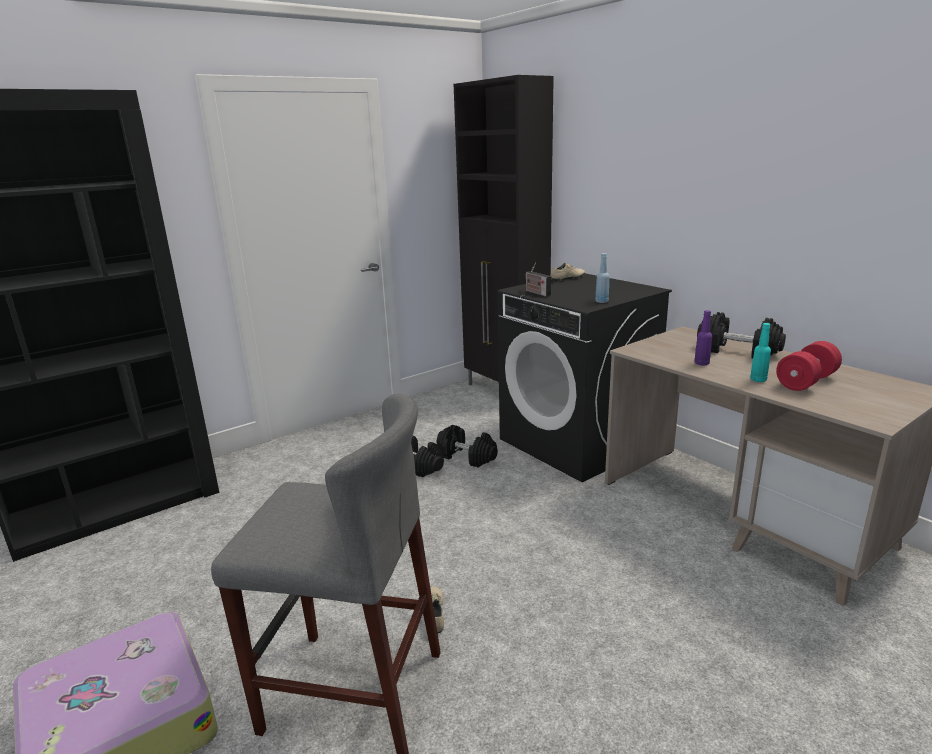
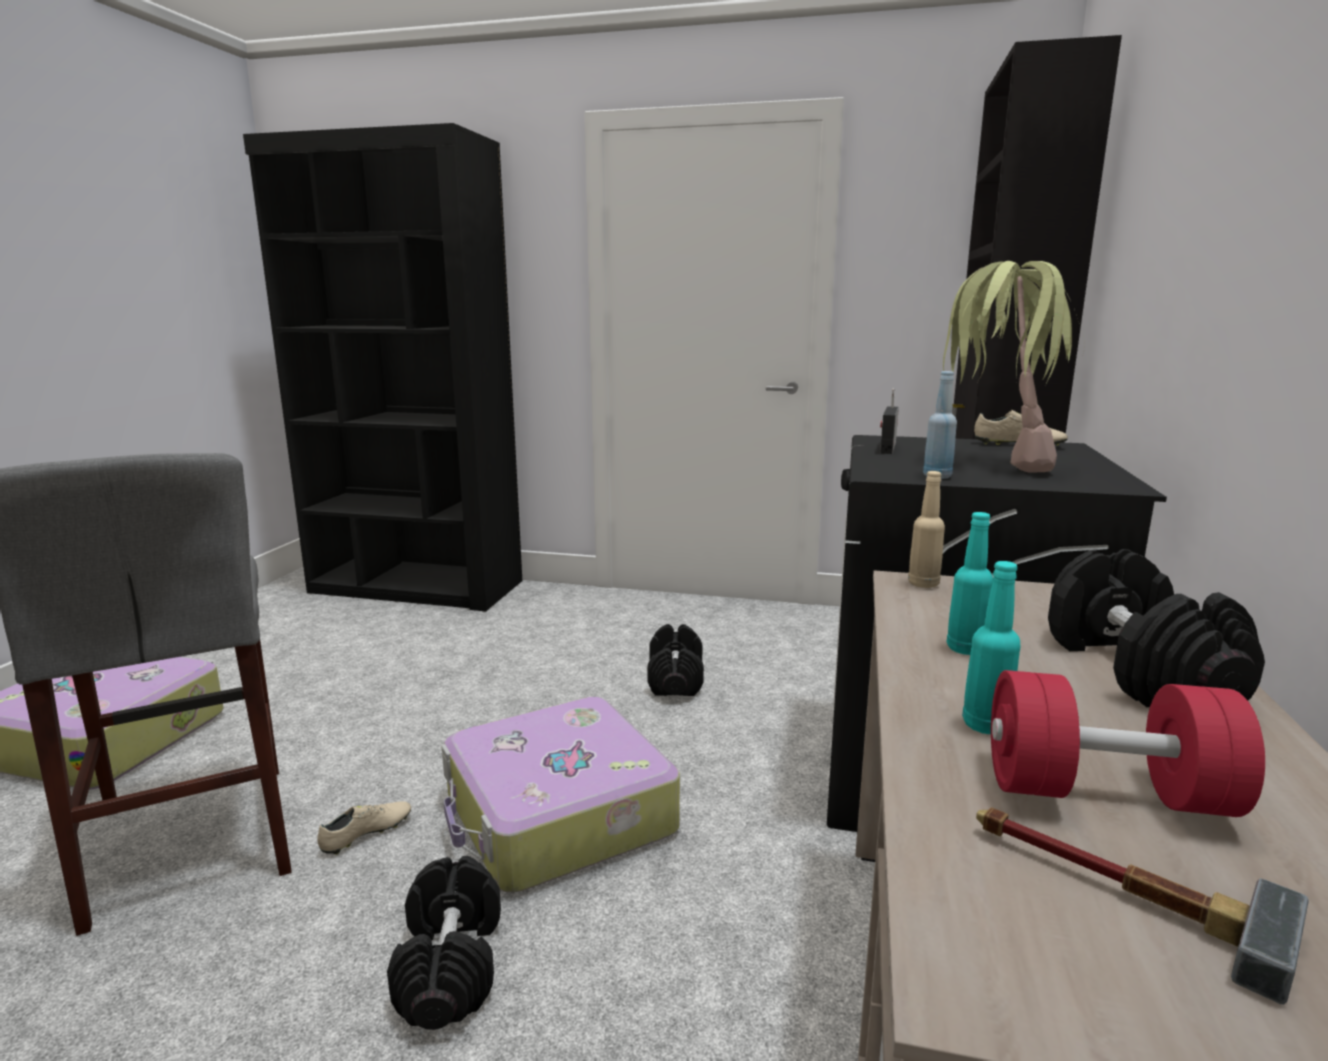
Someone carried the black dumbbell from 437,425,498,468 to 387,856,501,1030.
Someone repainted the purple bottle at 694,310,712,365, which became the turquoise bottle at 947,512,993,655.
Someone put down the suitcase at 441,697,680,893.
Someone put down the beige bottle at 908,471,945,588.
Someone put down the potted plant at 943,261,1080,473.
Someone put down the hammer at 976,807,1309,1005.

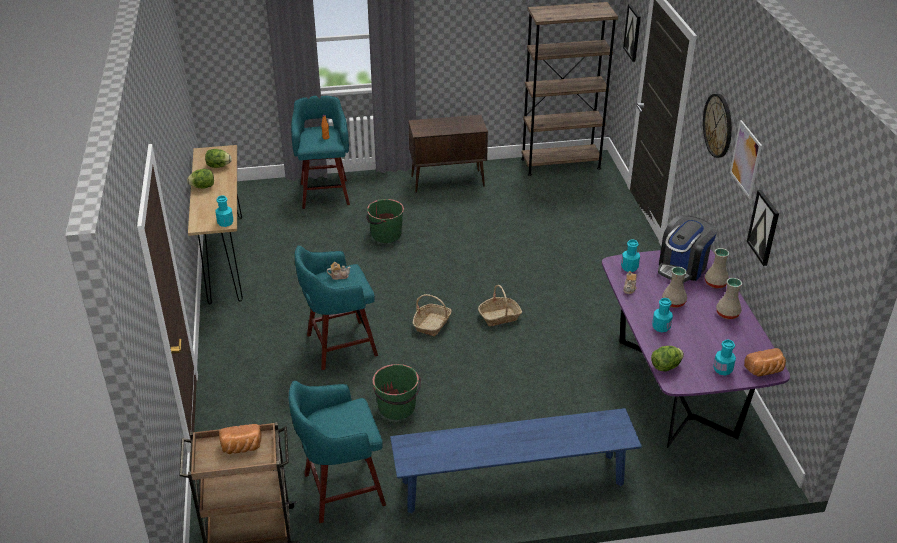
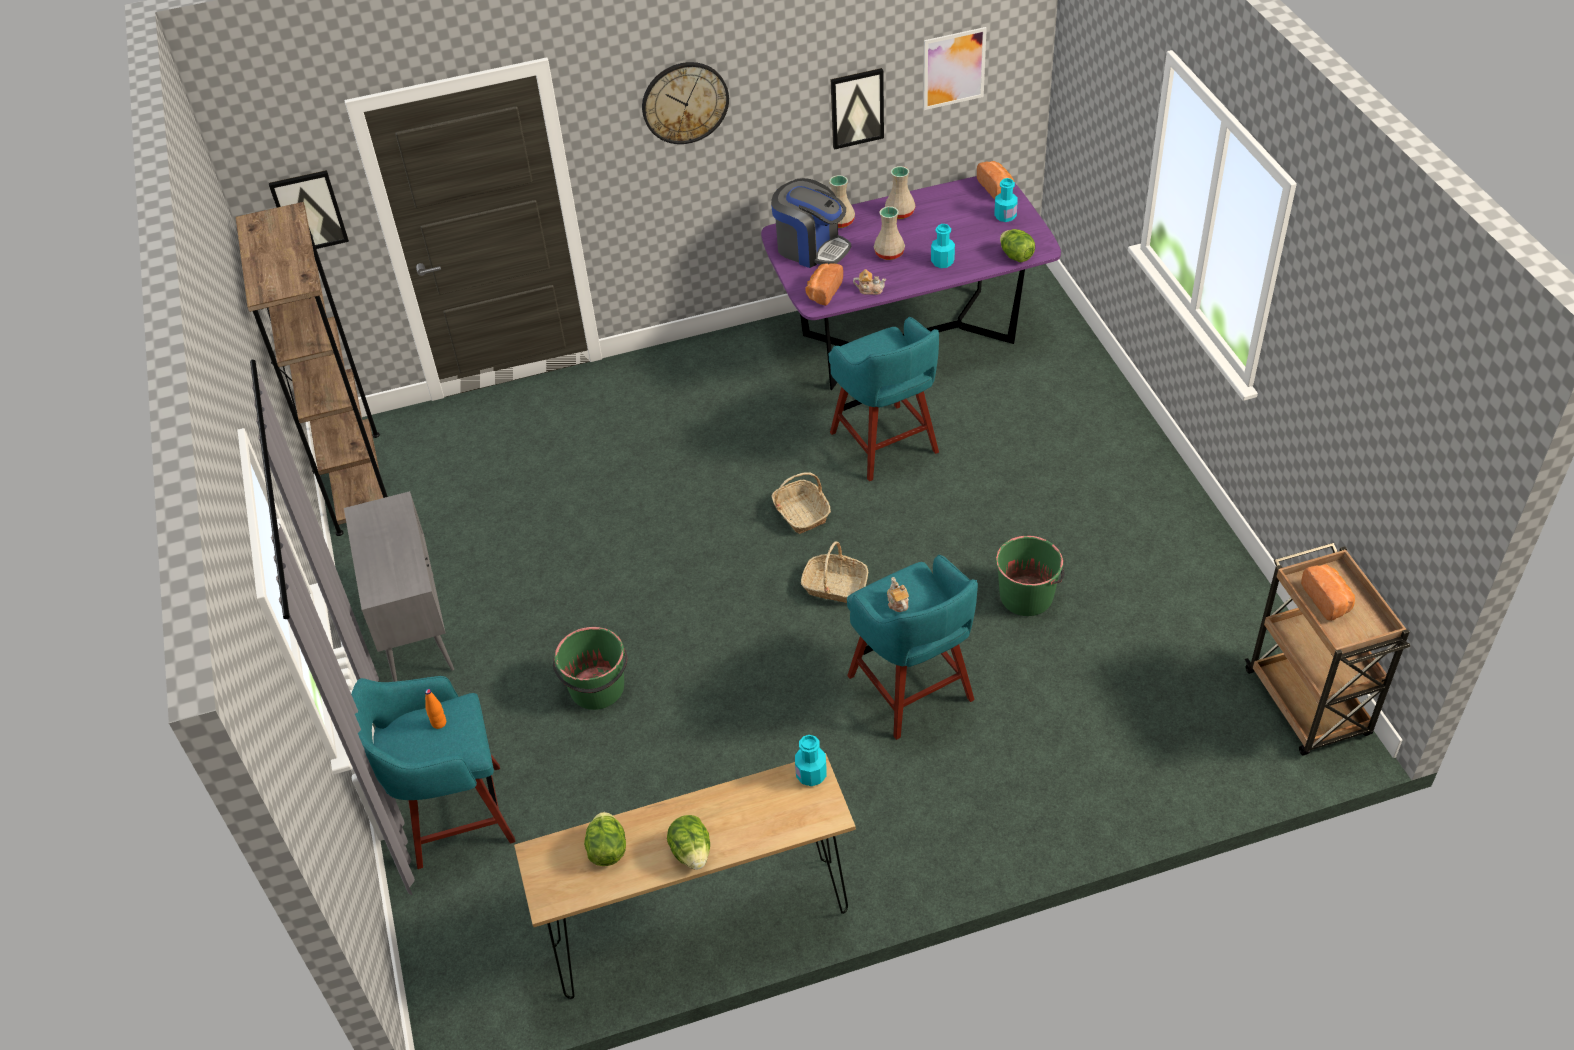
Someone carried the turquoise stool from 289,381,386,523 to 829,317,939,481.
Someone took away the blue bench at 390,408,642,514.
Someone repainted the brown cabinet at 408,115,488,193, which became the grey cabinet at 344,491,454,682.
Someone swapped the turquoise bottle at 621,239,640,272 for the bread at 805,263,843,306.
Someone carried the picture from 730,120,762,199 to 923,27,987,110.

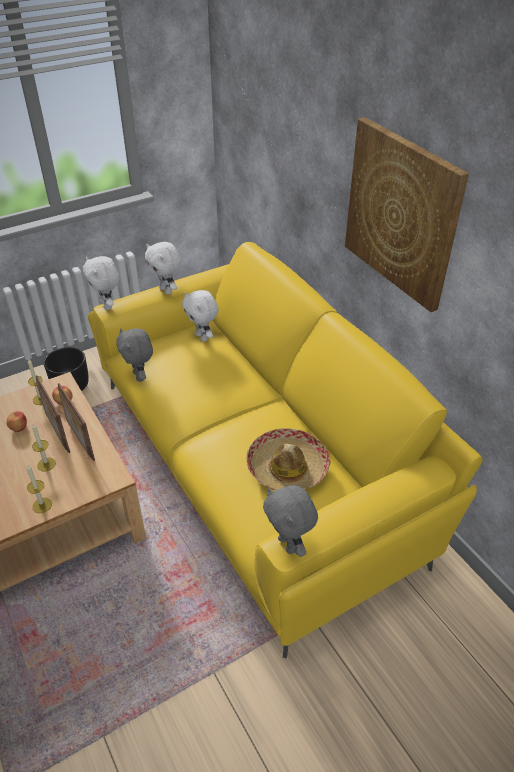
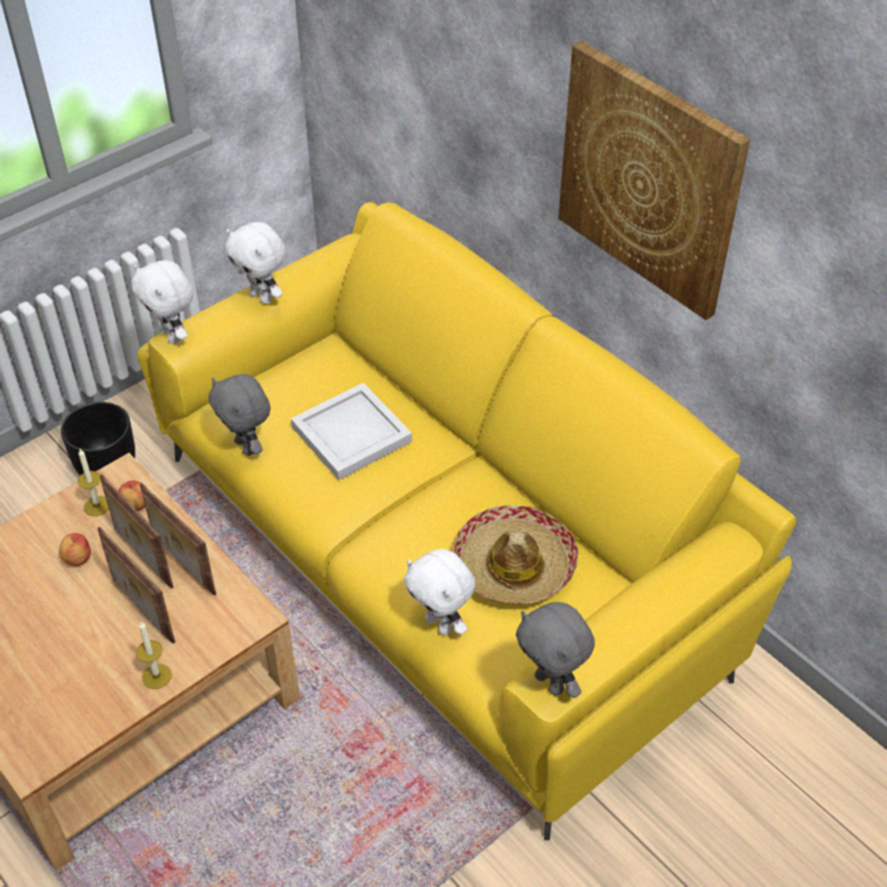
Someone swapped the candle at 32,424,56,471 for the picture frame at 98,527,175,644.
Someone carried the white plush toy from 182,290,219,342 to 404,549,475,635.
Someone put down the white tray at 291,383,412,480.

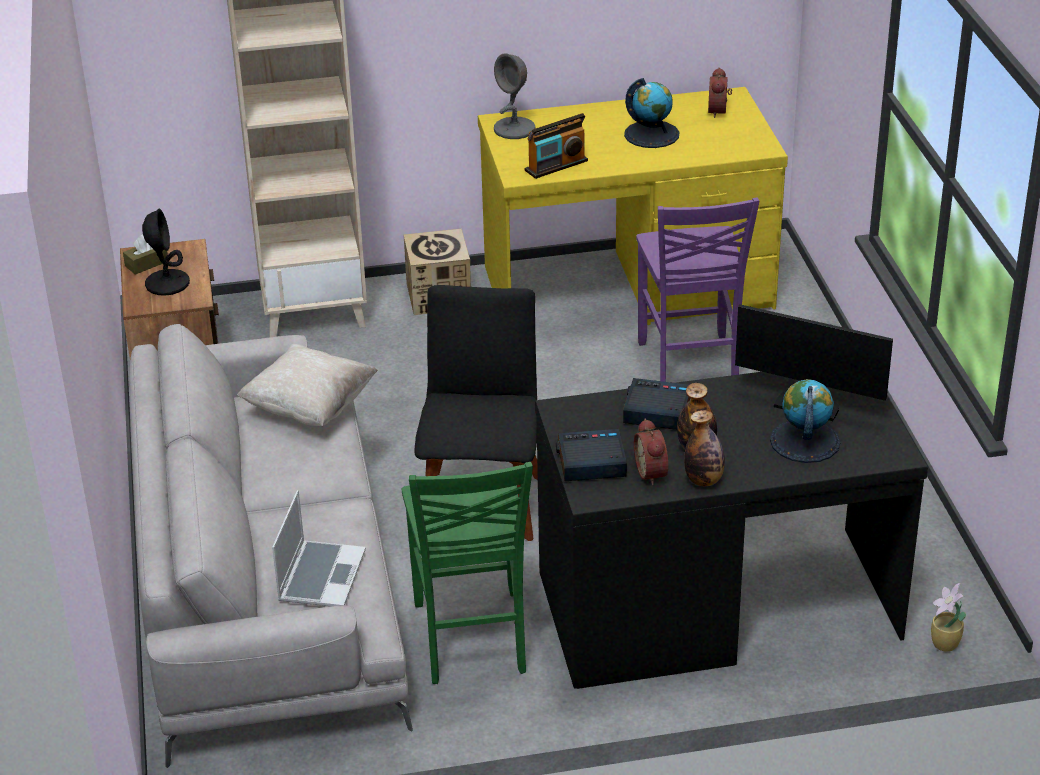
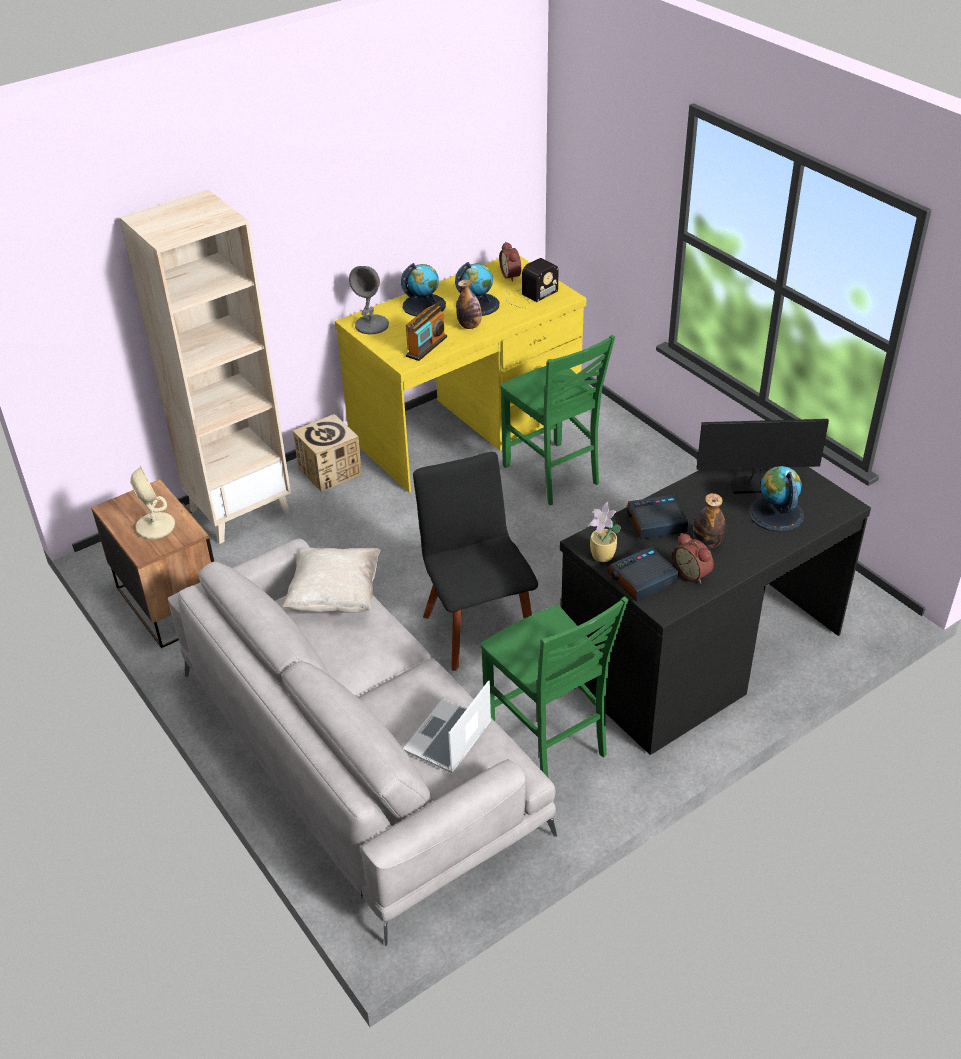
Someone took away the brown tissue box at 123,235,168,275.
Someone repainted the black table lamp at 142,209,190,296, which became the beige table lamp at 130,466,175,539.
Someone rotated the laptop at 272,490,366,607 by 135 degrees counterclockwise.
Someone repainted the purple chair at 636,198,759,382, which became the green chair at 500,335,615,505.
Someone carried the bottle from 684,410,725,486 to 456,279,482,329.
Someone carried the potted plant from 931,583,966,652 to 589,502,621,562.
Someone put down the globe at 401,263,446,316.
Someone put down the radio at 506,258,559,308.

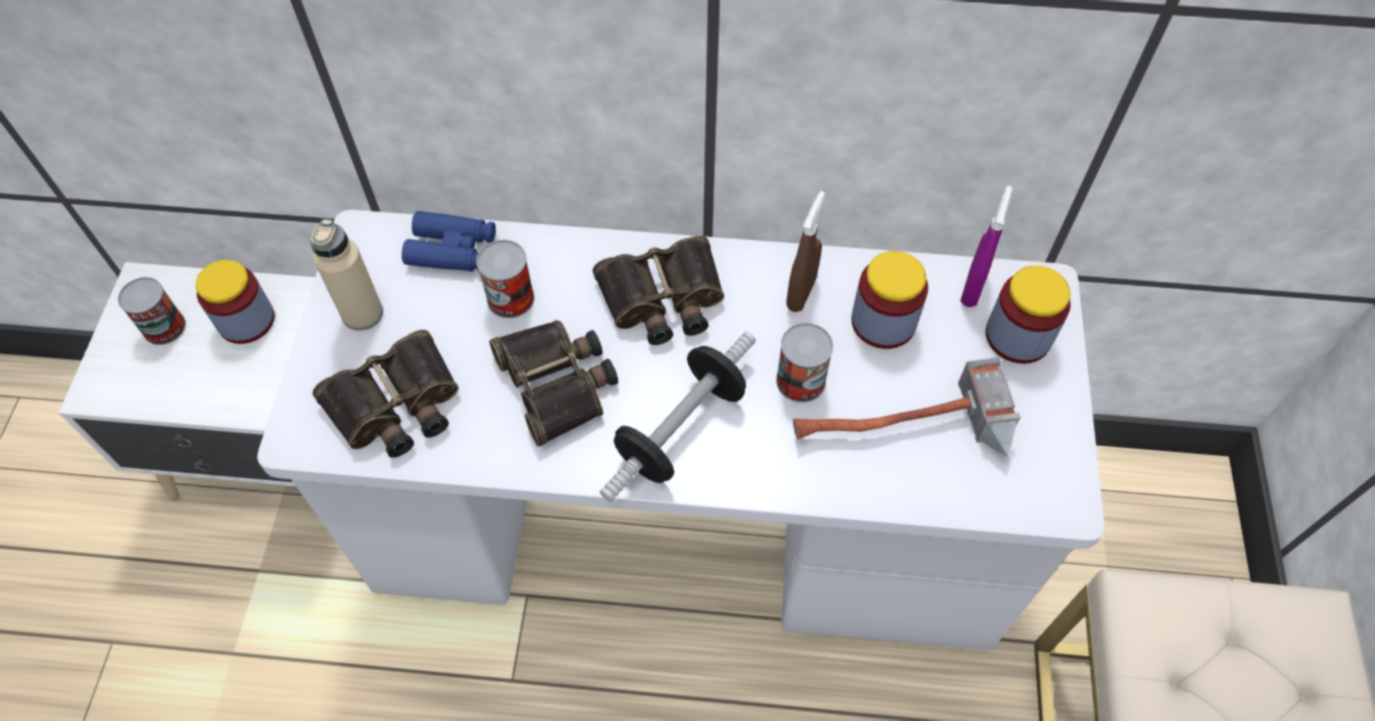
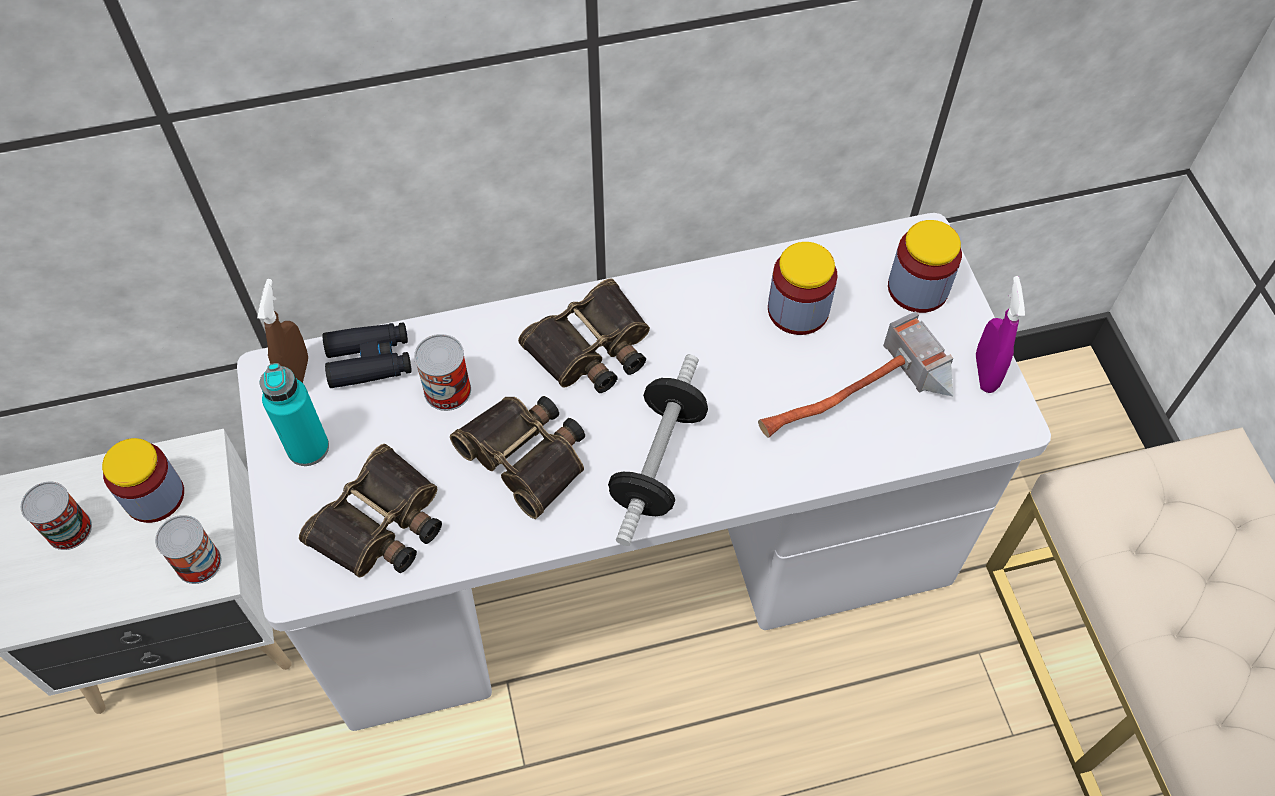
Someone repainted the beige bottle at 310,219,383,331, which became the turquoise bottle at 260,363,329,466.
Someone repainted the blue binoculars at 402,211,496,271, which became the black binoculars at 323,322,412,388.
Someone carried the can from 776,323,833,403 to 155,515,221,584.
Someone carried the brown spray bottle from 786,191,825,312 to 257,279,308,383.
Someone carried the purple spray bottle from 960,186,1012,307 to 976,276,1025,393.

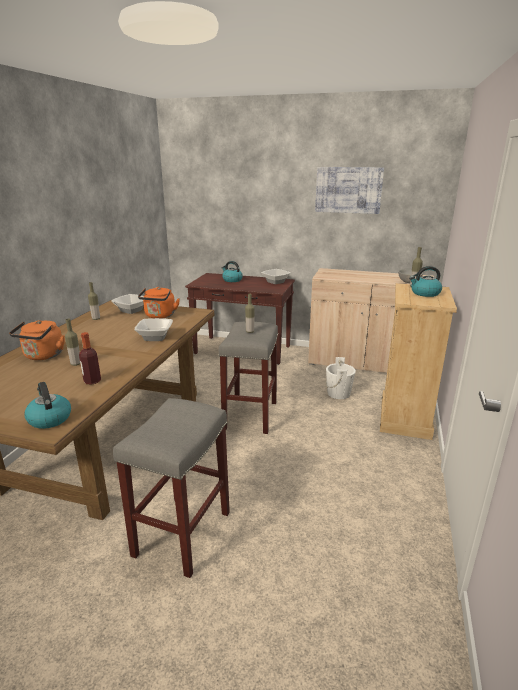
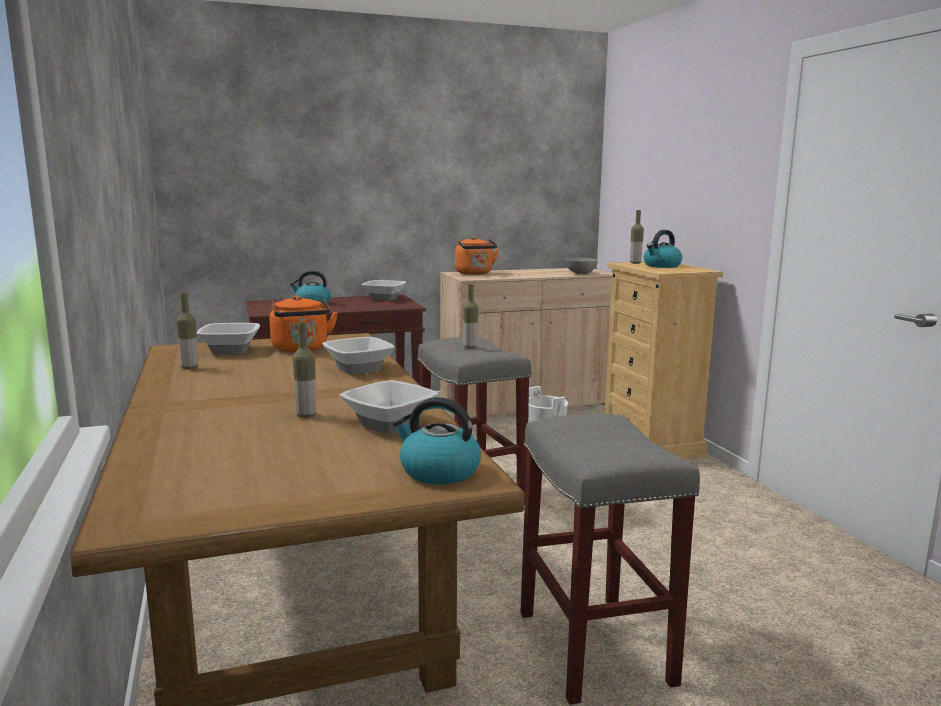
Someone carried the orange kettle from 9,320,65,360 to 455,236,499,275.
Someone swapped the bottle at 79,332,101,385 for the bowl at 339,380,439,434.
Someone took away the picture at 315,167,384,214.

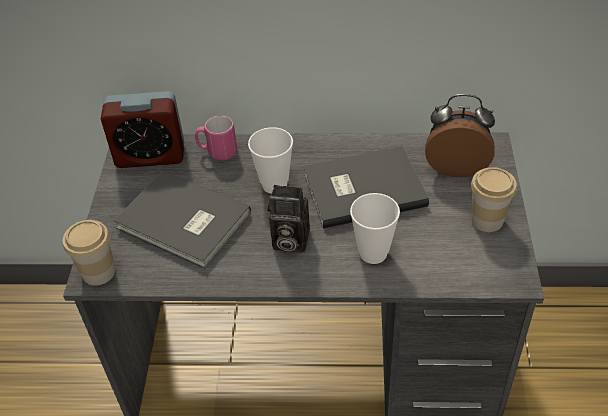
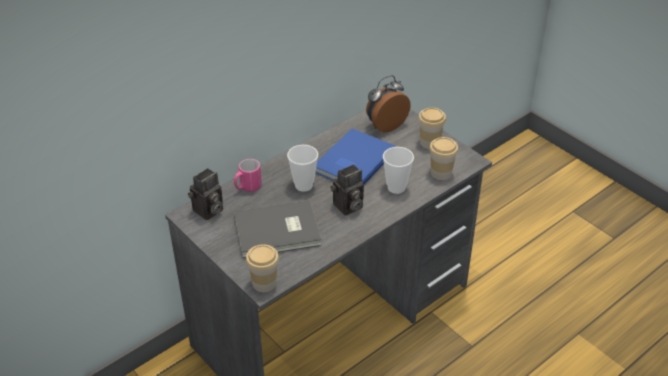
Someone swapped the alarm clock at 101,91,184,168 for the photo camera at 188,168,223,220.
Someone repainted the grey book at 303,146,429,229, which became the blue book at 315,128,396,184.
Someone put down the cup at 429,137,458,180.

